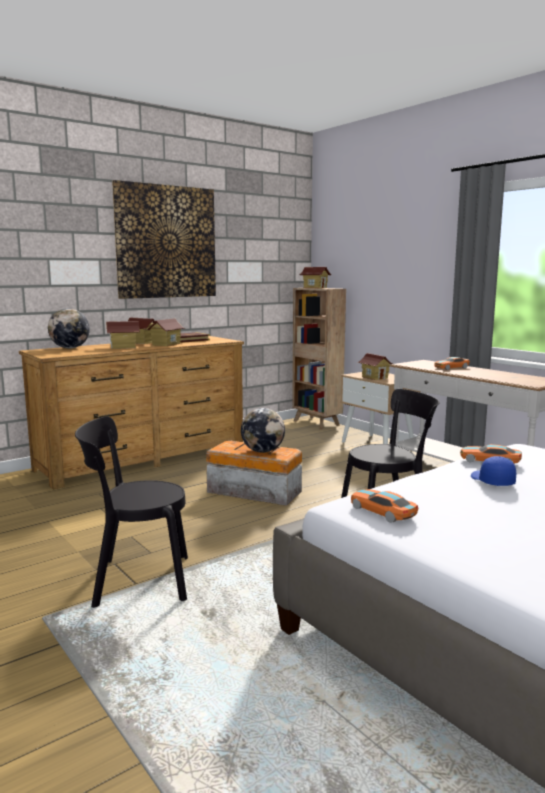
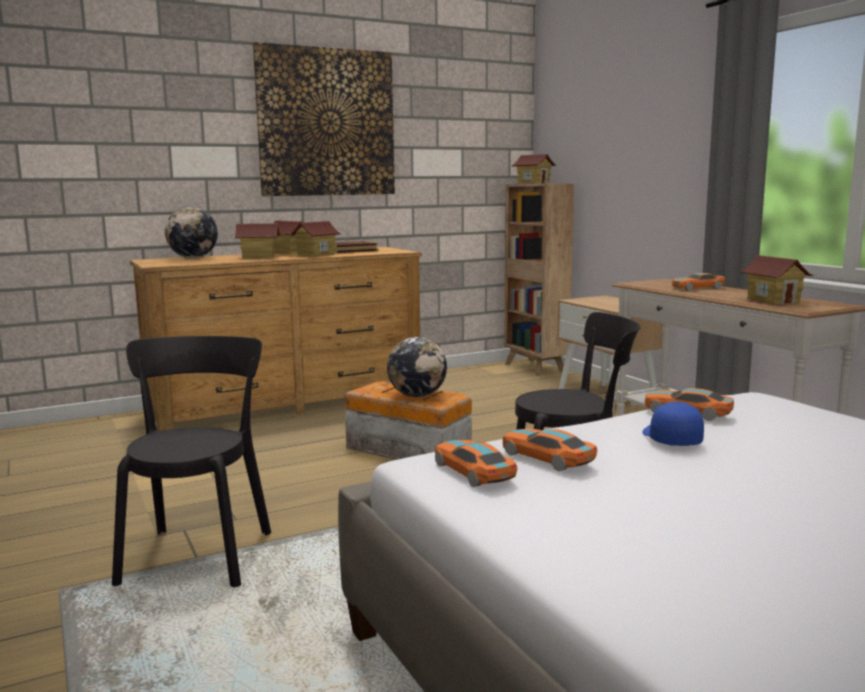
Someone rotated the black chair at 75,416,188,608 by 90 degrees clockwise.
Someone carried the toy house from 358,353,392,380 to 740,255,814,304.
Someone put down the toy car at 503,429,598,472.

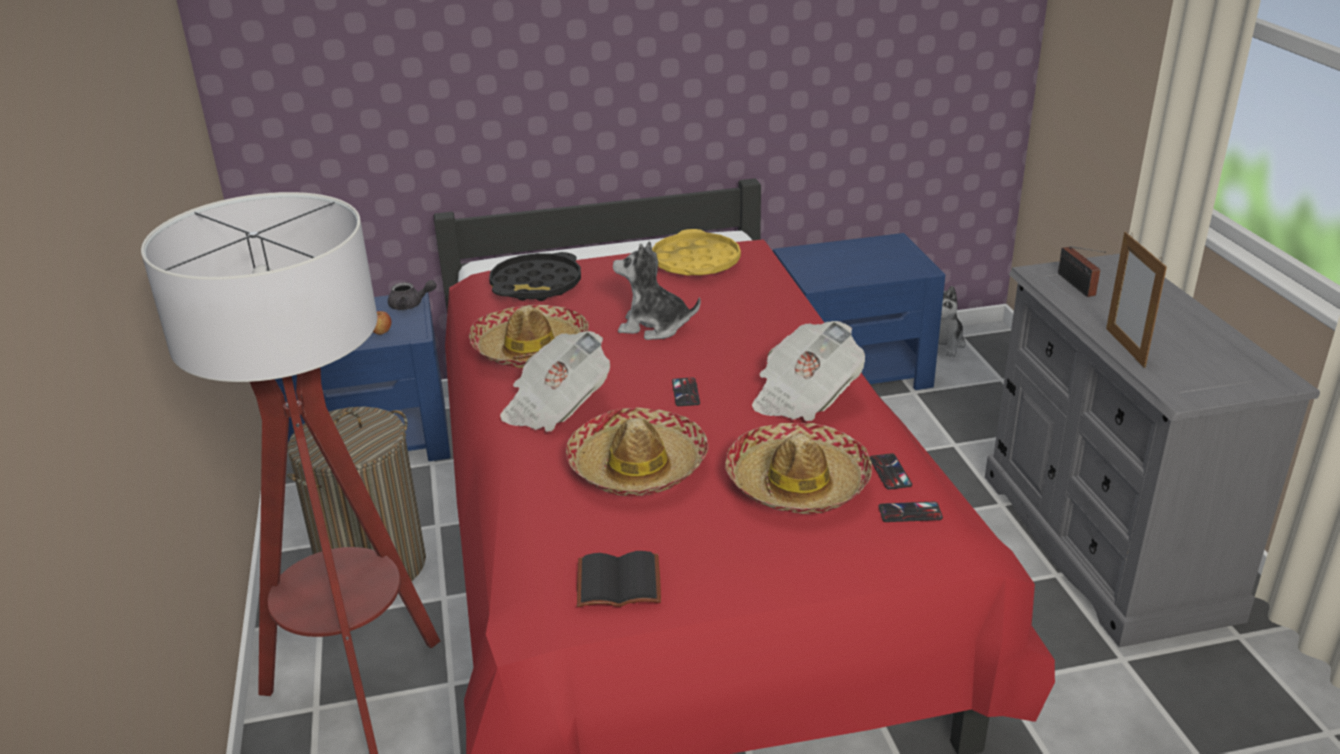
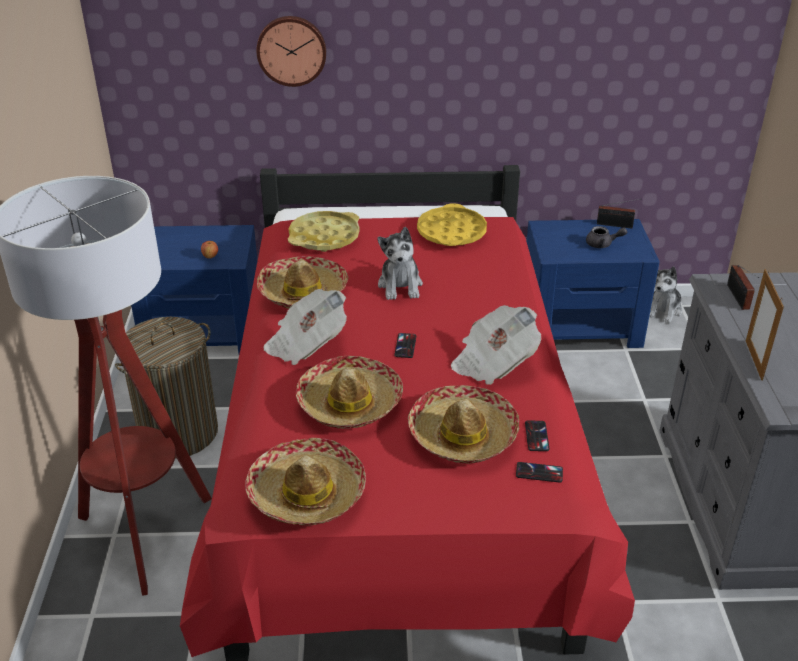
Someone carried the grey teapot from 388,280,436,310 to 586,226,627,248.
Someone repainted the black tray at 489,252,581,301, which became the yellow tray at 288,211,360,252.
Someone swapped the black book at 577,551,661,607 for the hat at 245,438,366,525.
Someone rotated the plush toy at 613,241,701,340 by 120 degrees counterclockwise.
Someone put up the wall clock at 256,16,326,87.
Someone put down the radio at 597,199,639,229.

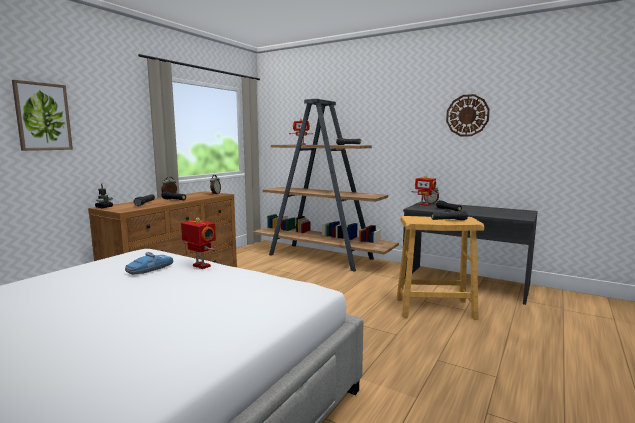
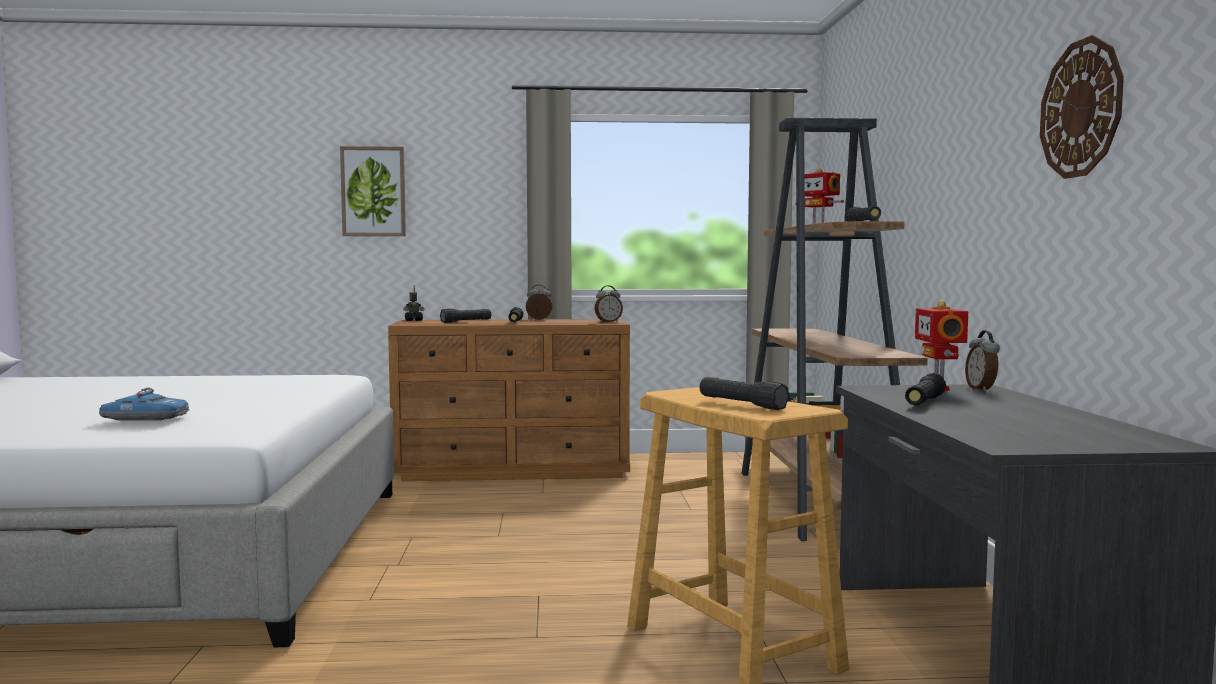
Someone carried the toy car from 125,252,173,275 to 99,387,189,421.
Someone took away the toy robot at 181,218,216,269.

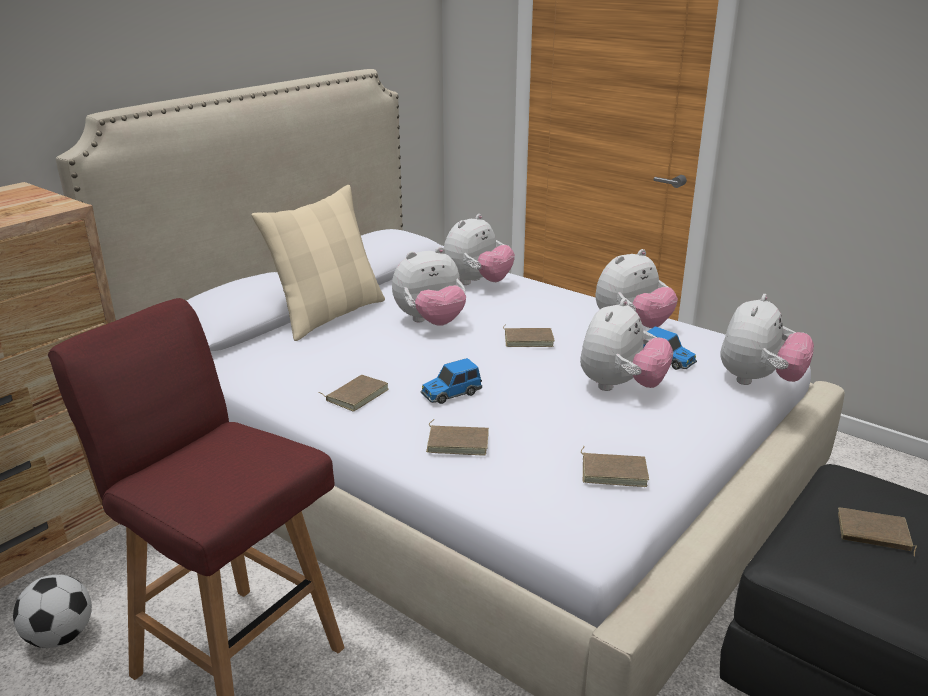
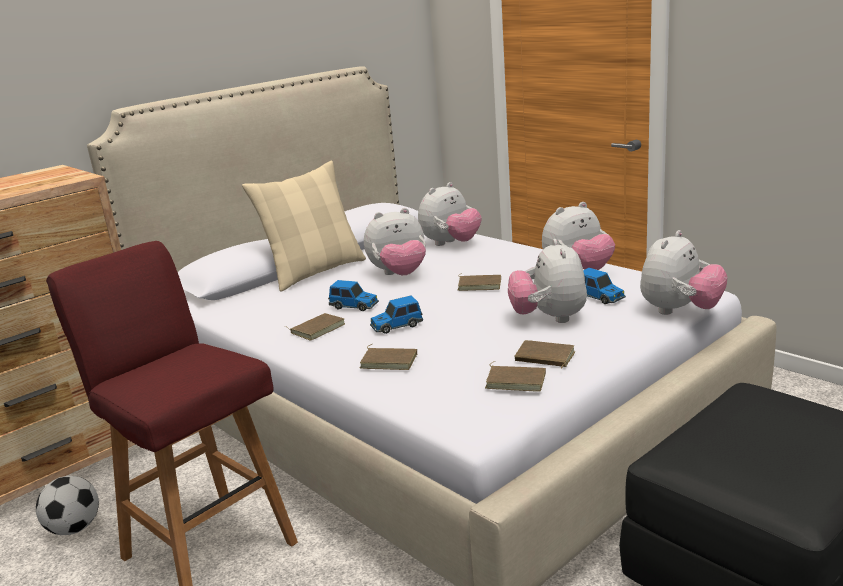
Someone rotated the plush toy at 580,298,673,391 by 135 degrees clockwise.
Someone carried the brown book from 838,508,917,557 to 515,340,576,368.
Someone put down the toy car at 328,280,379,312.

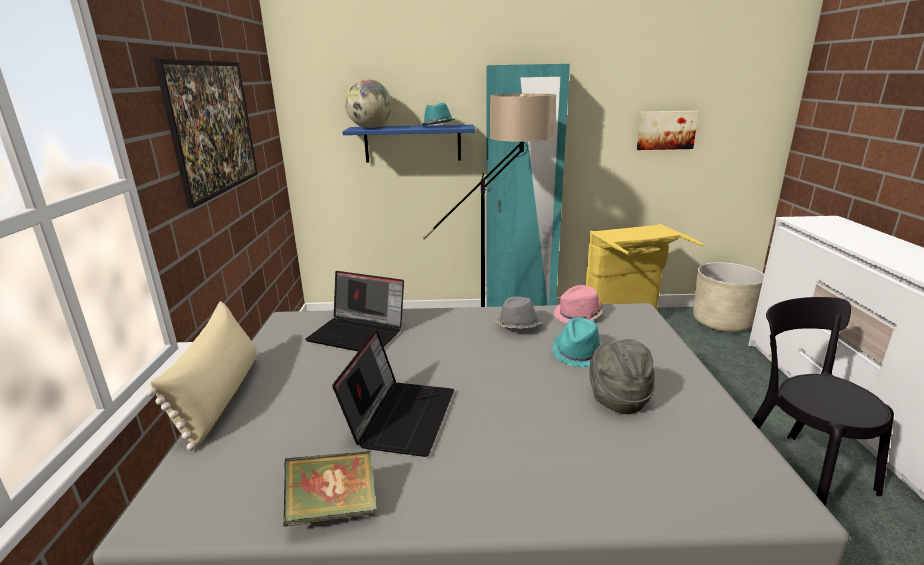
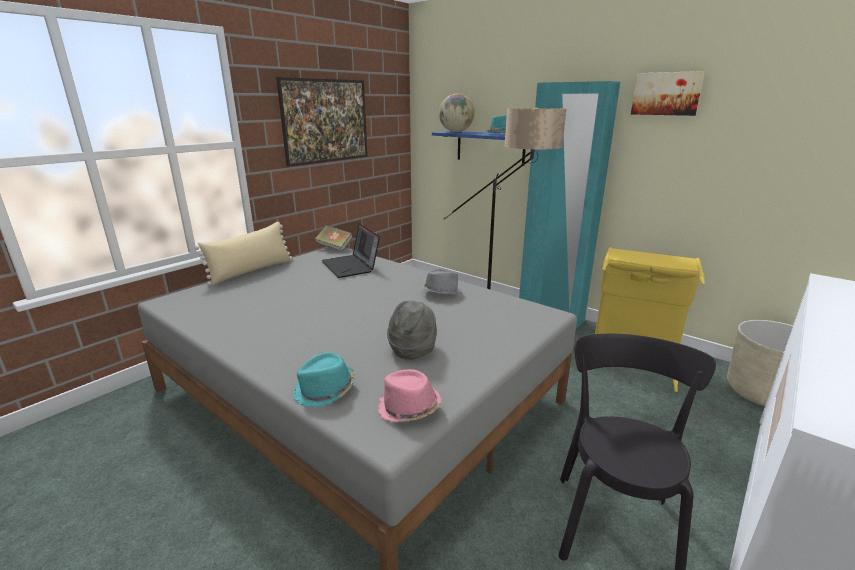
Someone carried the book from 284,451,377,526 to 315,225,353,252.
Someone took away the laptop at 332,330,454,457.
Someone carried the turquoise hat from 552,317,602,368 to 293,352,356,407.
Someone carried the pink hat from 554,285,604,323 to 377,369,442,422.
Someone carried the picture from 637,111,699,150 to 631,71,705,116.

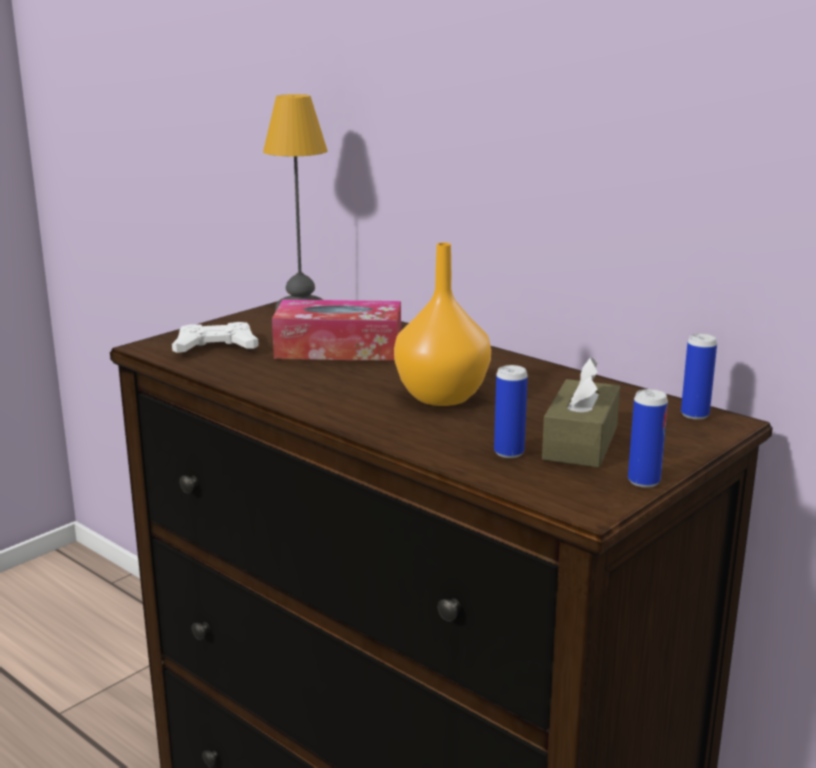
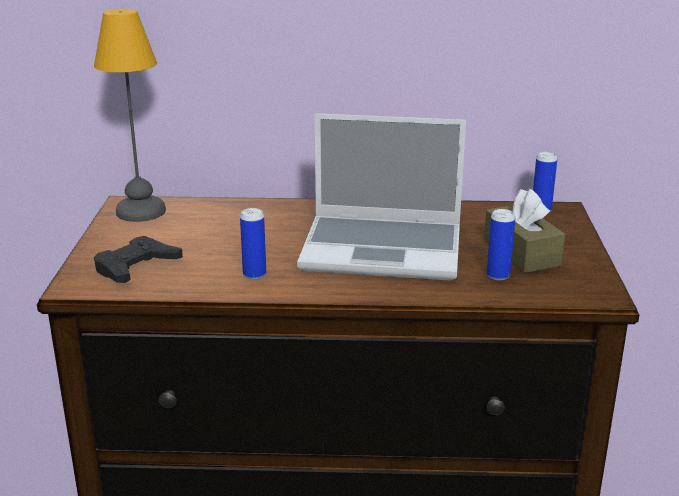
Someone repainted the white game controller at 172,322,259,353, which became the black game controller at 94,236,183,283.
Someone took away the tissue box at 272,299,401,361.
Someone swapped the orange vase at 394,243,491,406 for the laptop at 297,113,466,281.
Someone carried the can from 628,389,668,488 to 240,208,266,279.

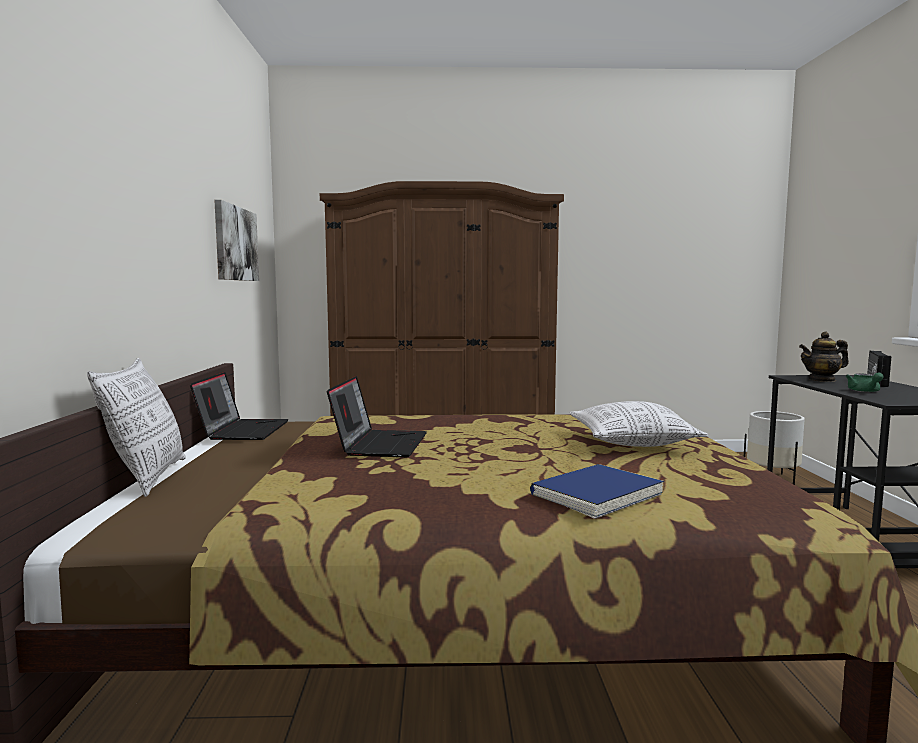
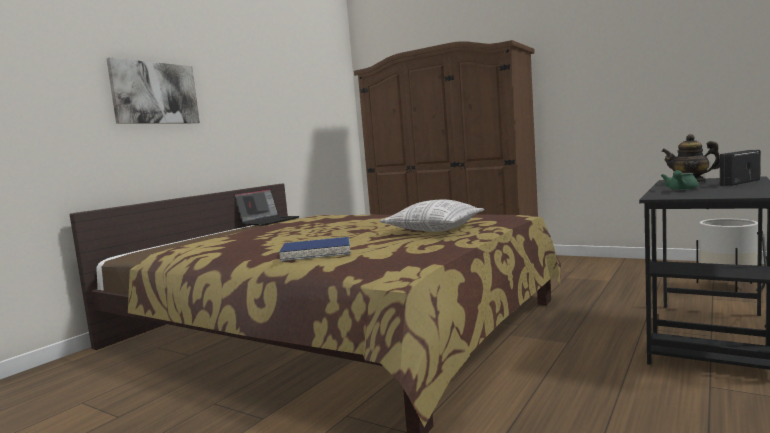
Someone took away the pillow at 87,358,186,497.
Someone carried the picture from 214,200,259,281 to 106,58,200,124.
Someone took away the laptop at 327,376,427,457.

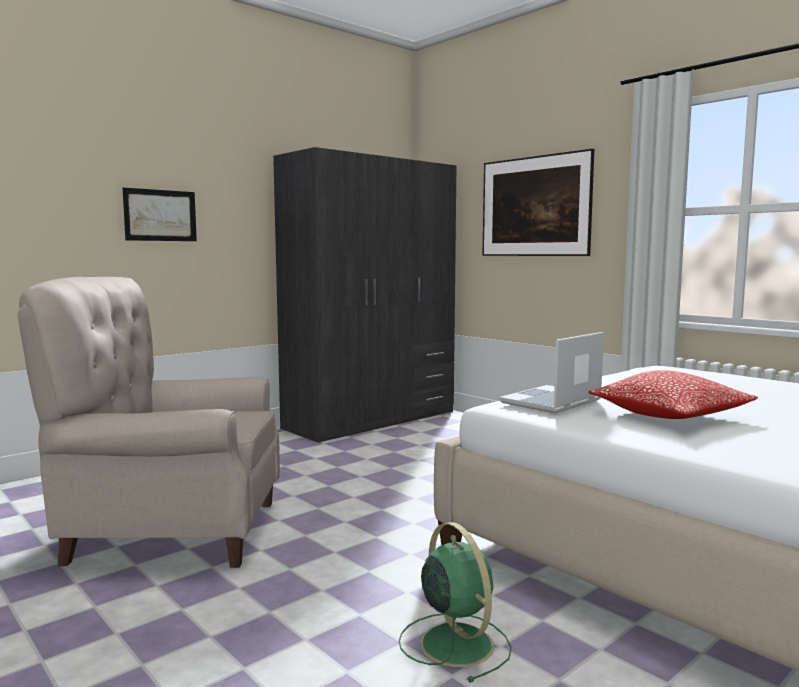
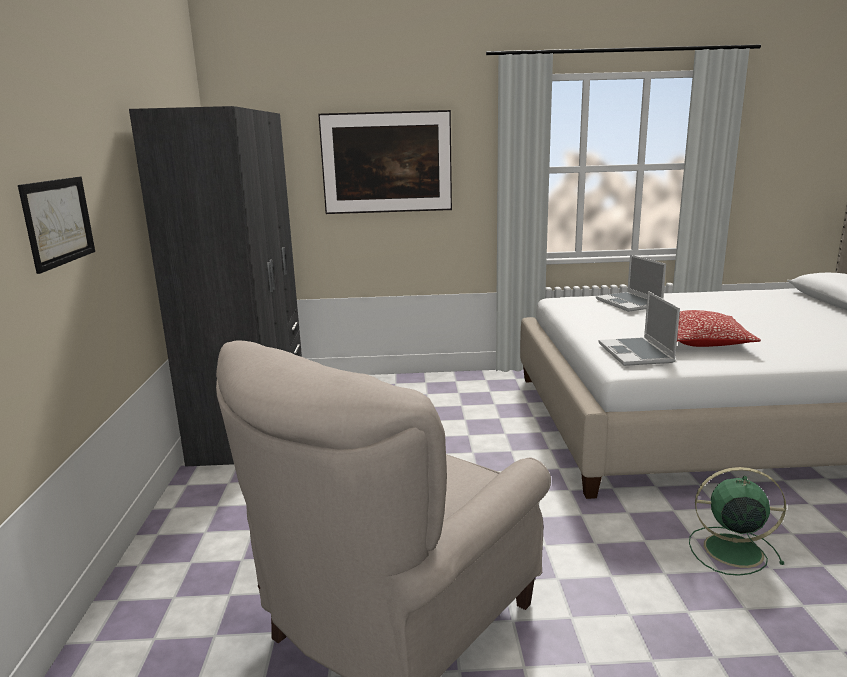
Someone put down the laptop at 596,255,666,312.

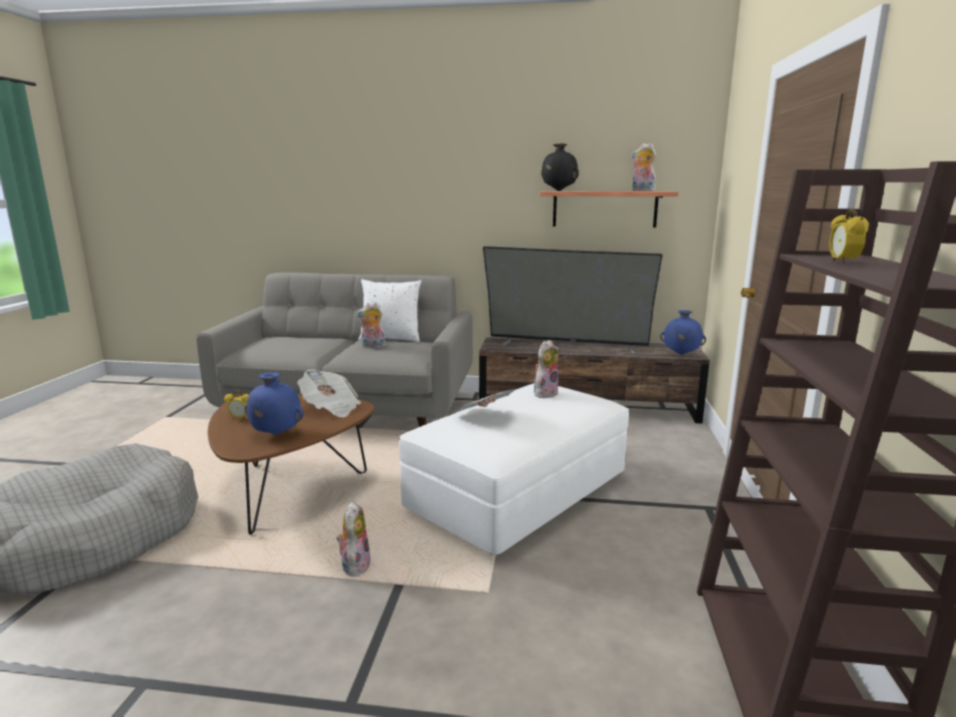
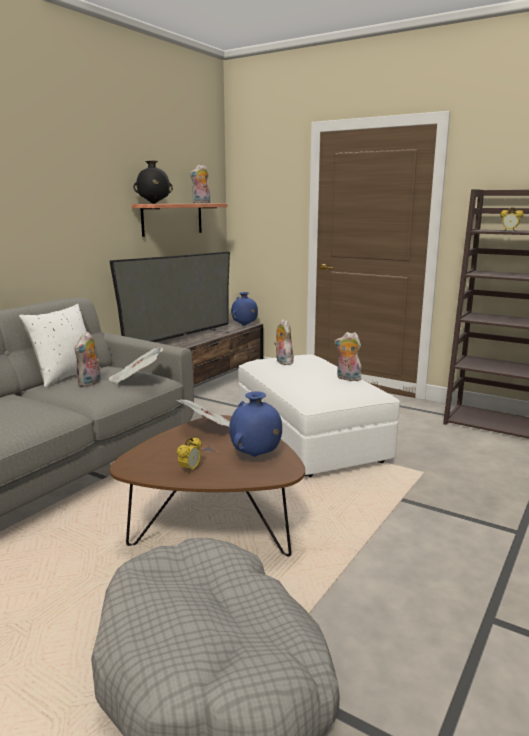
Someone carried the plush toy from 336,501,370,577 to 335,332,362,381.
Someone carried the newspaper from 451,389,516,413 to 109,348,163,384.

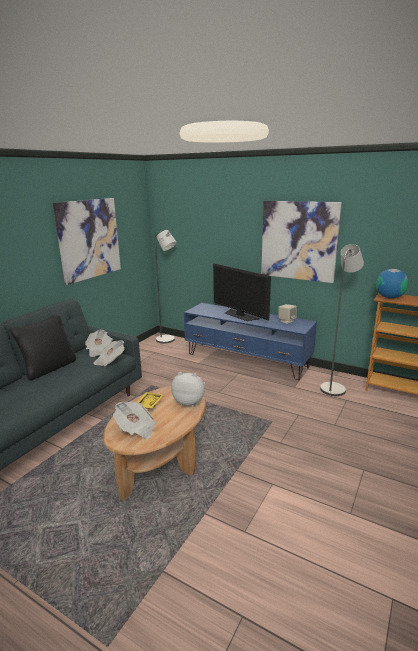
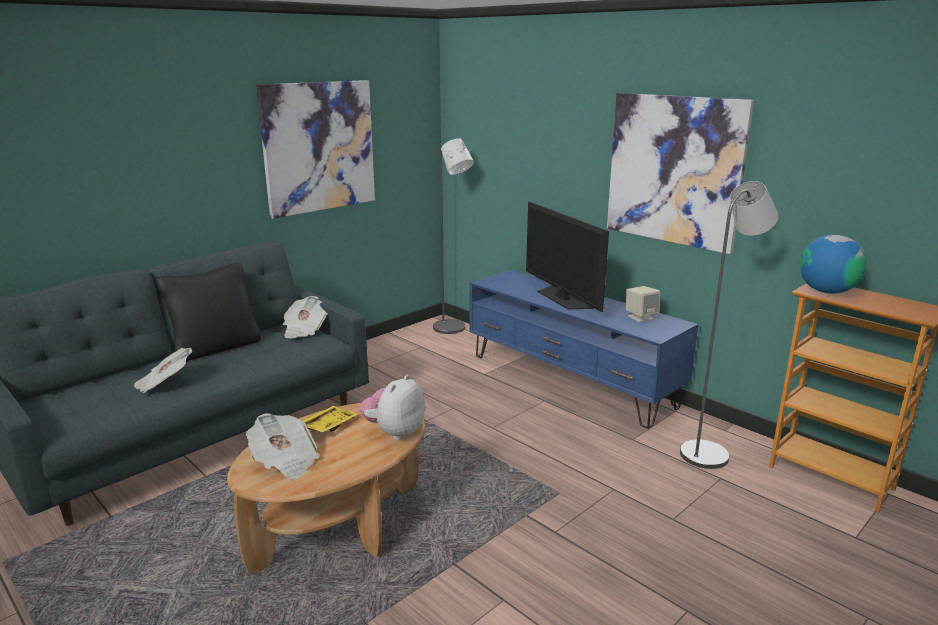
Someone carried the newspaper from 94,340,125,367 to 134,348,192,394.
Someone rotated the plush toy at 171,372,205,407 by 90 degrees counterclockwise.

